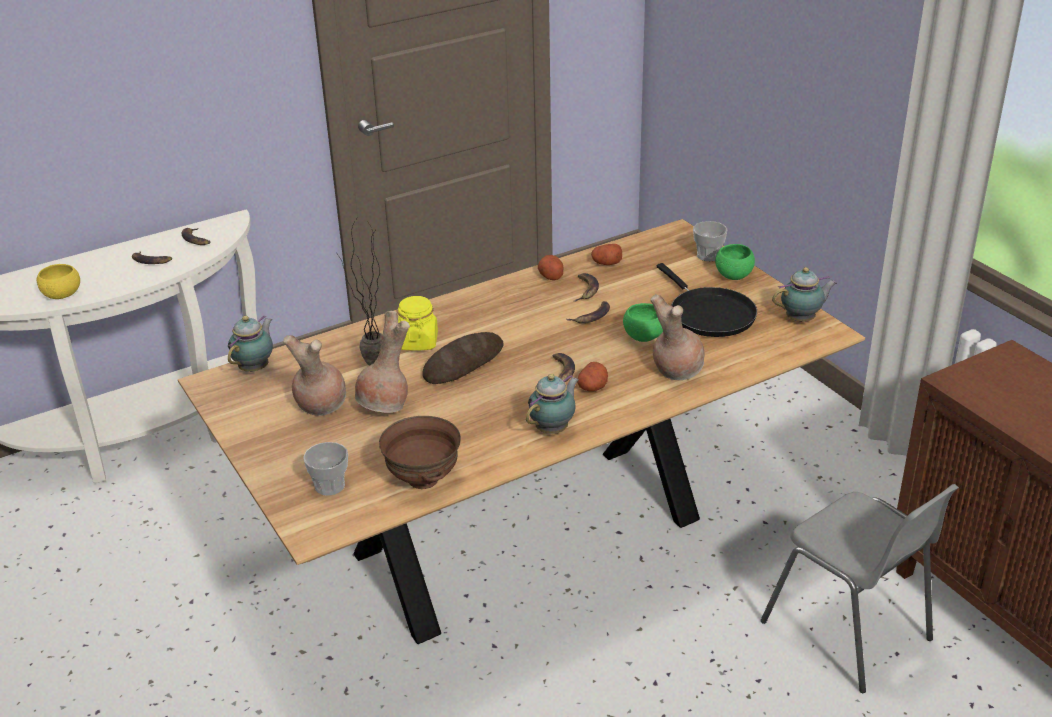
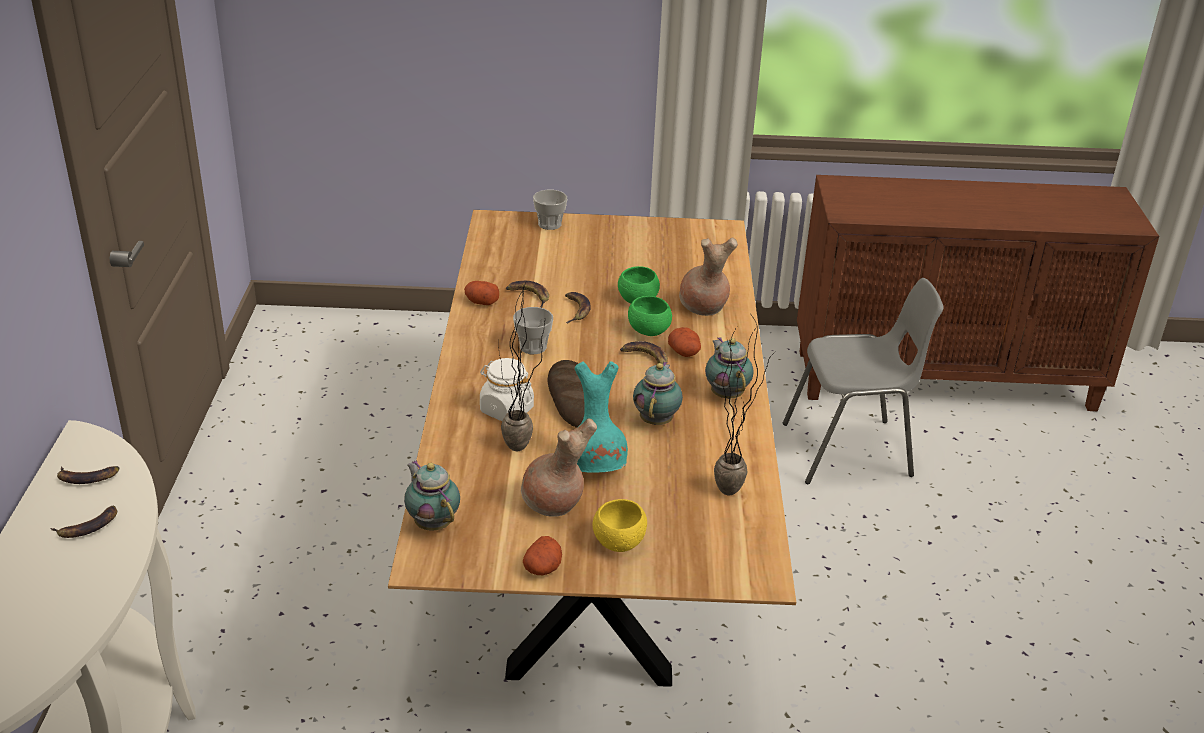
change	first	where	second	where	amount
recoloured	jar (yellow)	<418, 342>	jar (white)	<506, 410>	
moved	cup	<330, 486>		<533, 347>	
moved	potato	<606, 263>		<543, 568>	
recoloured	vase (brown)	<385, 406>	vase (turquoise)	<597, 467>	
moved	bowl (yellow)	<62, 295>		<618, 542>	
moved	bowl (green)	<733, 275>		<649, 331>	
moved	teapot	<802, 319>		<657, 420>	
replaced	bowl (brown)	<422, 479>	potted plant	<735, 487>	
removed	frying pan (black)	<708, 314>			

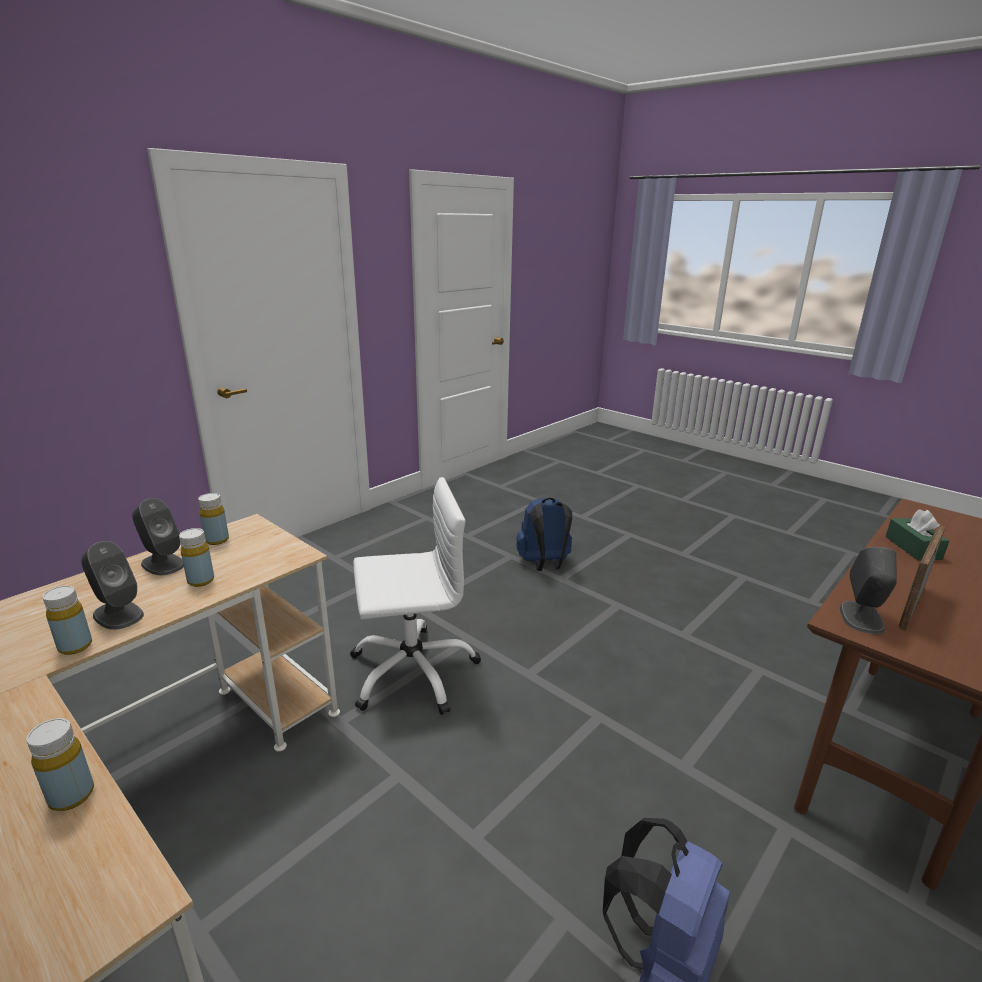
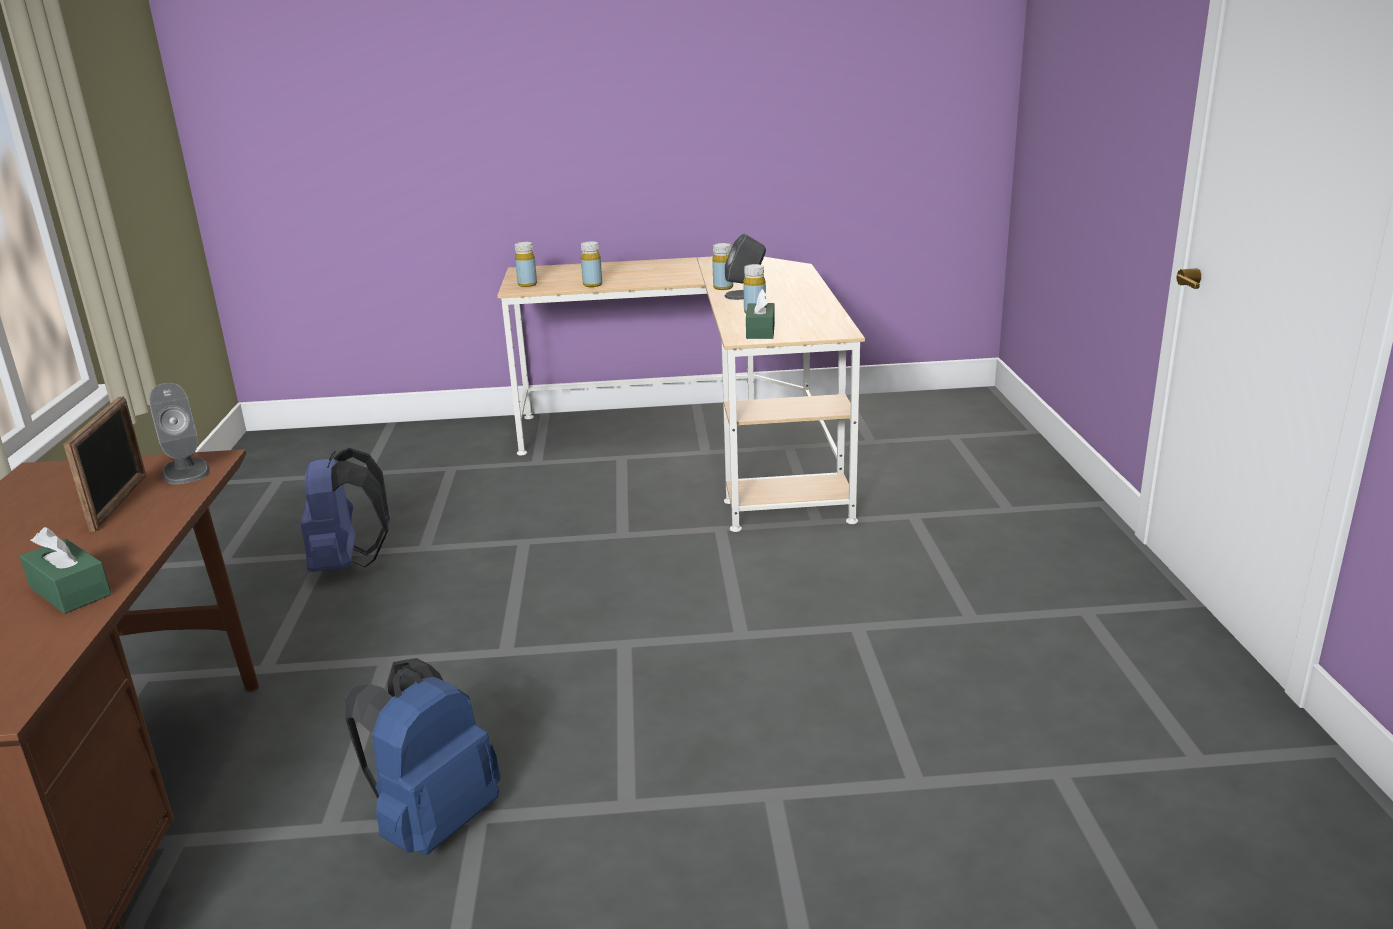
change	first	where	second	where	amount
moved	backpack (blue)	<544, 564>		<433, 822>	
moved	bottle (yellow)	<217, 540>		<527, 284>	
added			tissue box (green)	<760, 331>	
removed	speaker (grey)	<163, 564>			
removed	office chair (white)	<413, 671>			

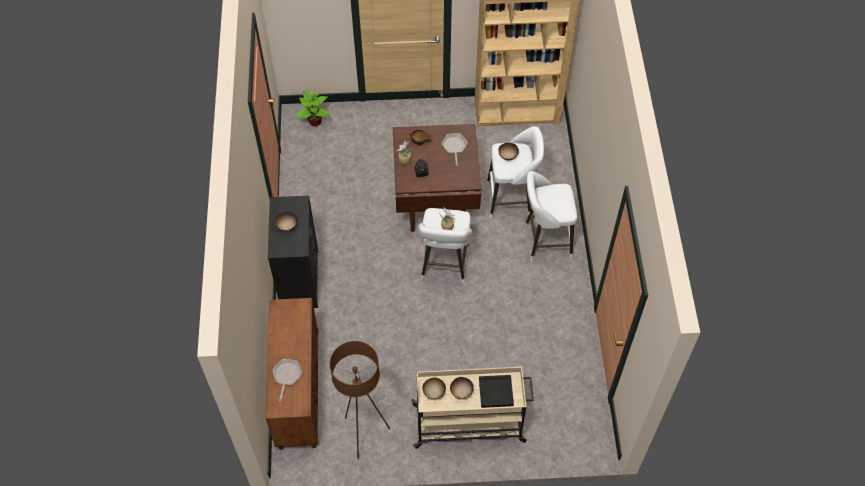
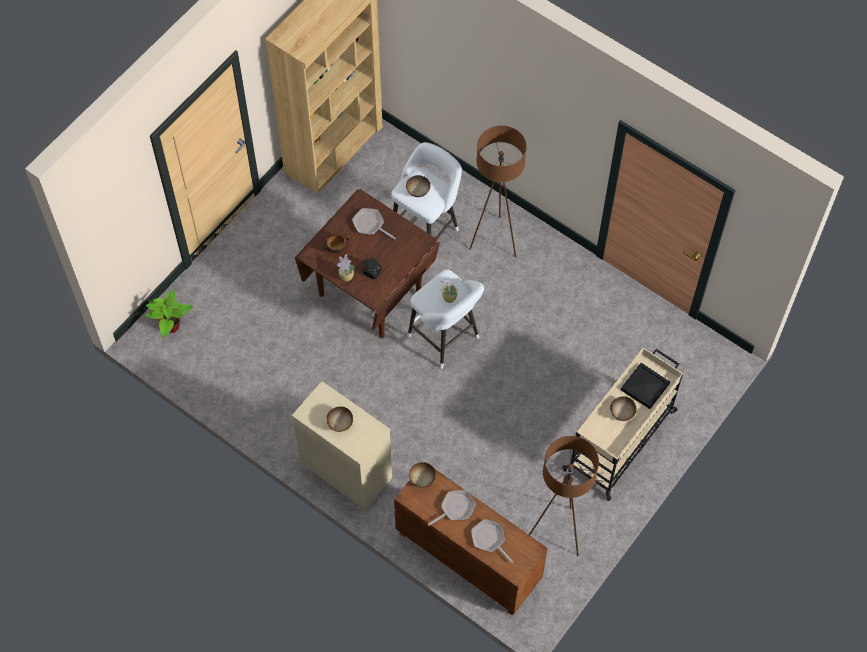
change	first	where	second	where	amount
recoloured	dresser (black)	<300, 280>	dresser (beige)	<347, 471>	
moved	bowl	<434, 392>		<422, 478>	
added			frying pan	<455, 508>	
replaced	stool (white)	<544, 241>	floor lamp (brown)	<495, 240>	

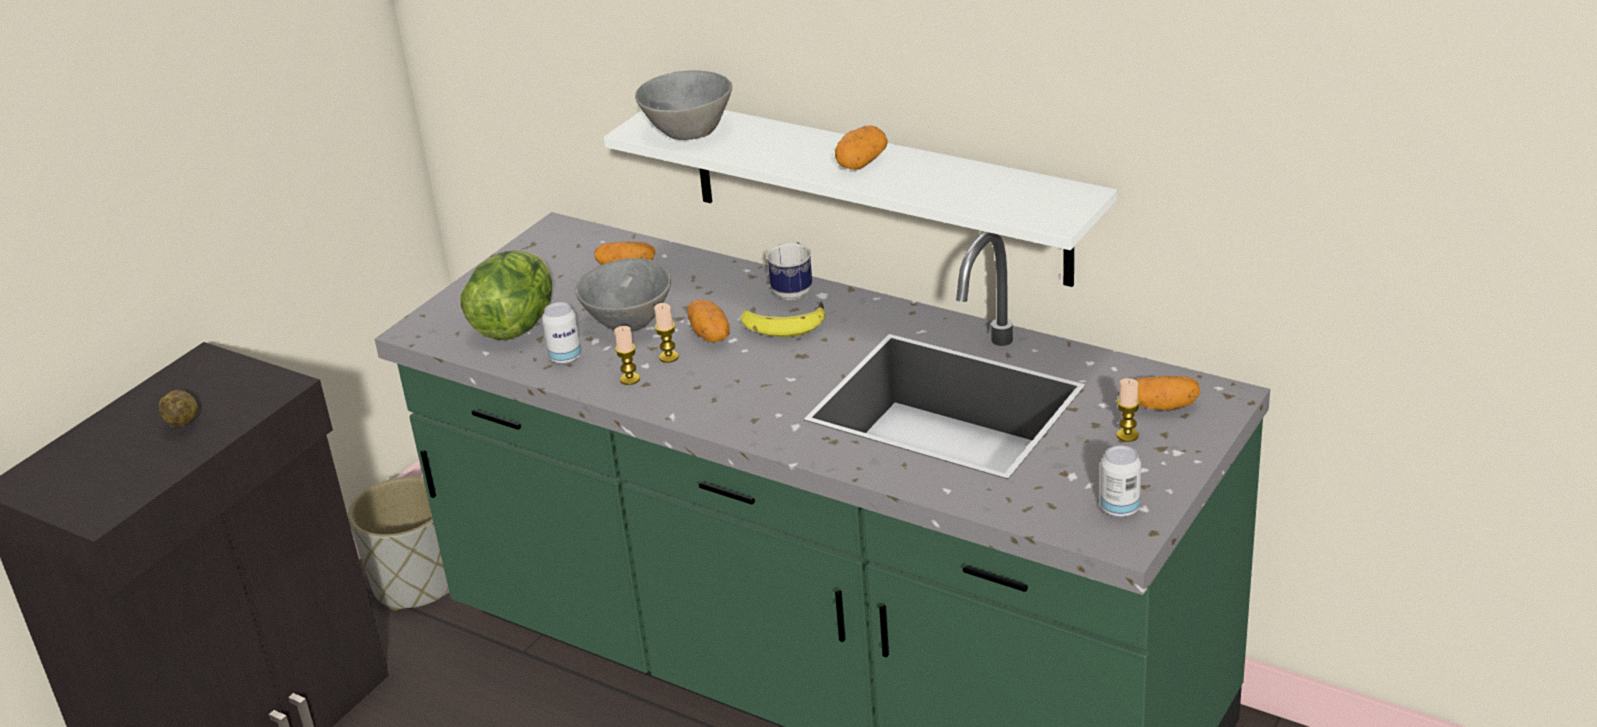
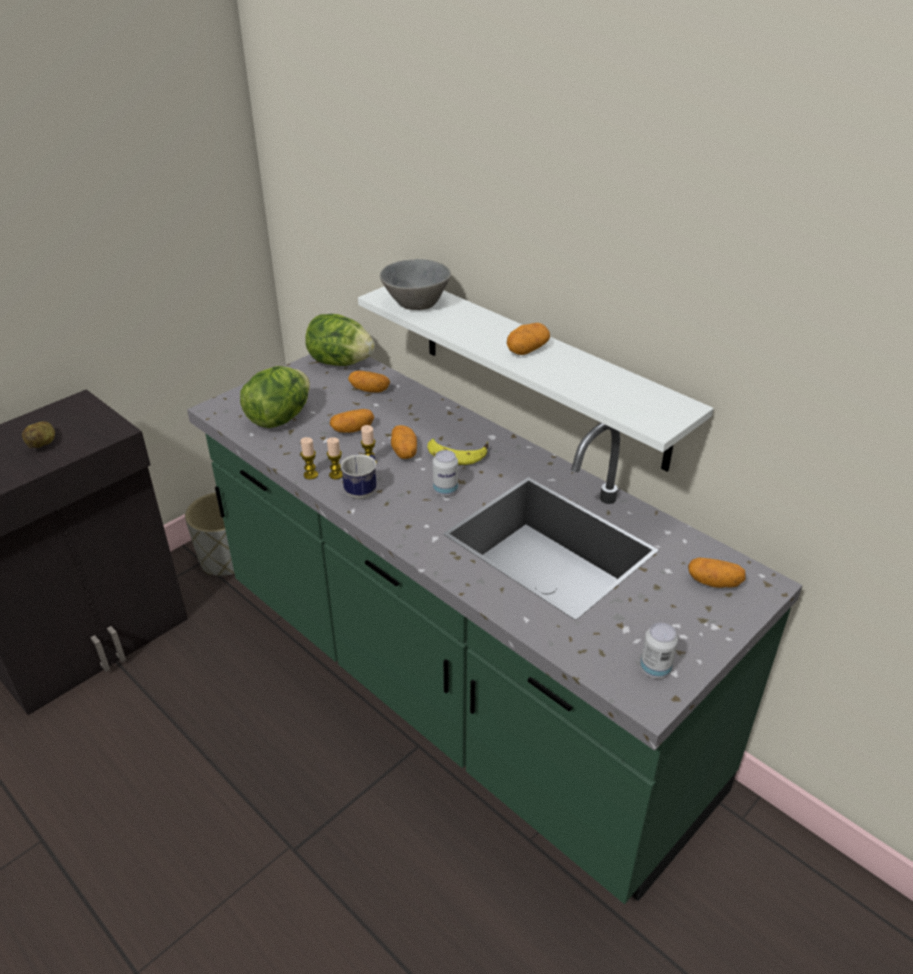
change	first	where	second	where	amount
moved	candle	<1127, 435>		<311, 475>	
added			lettuce	<340, 362>	
replaced	bowl (grey)	<626, 321>	potato	<352, 430>	
moved	mug	<794, 290>		<363, 490>	
moved	can	<565, 358>		<445, 490>	

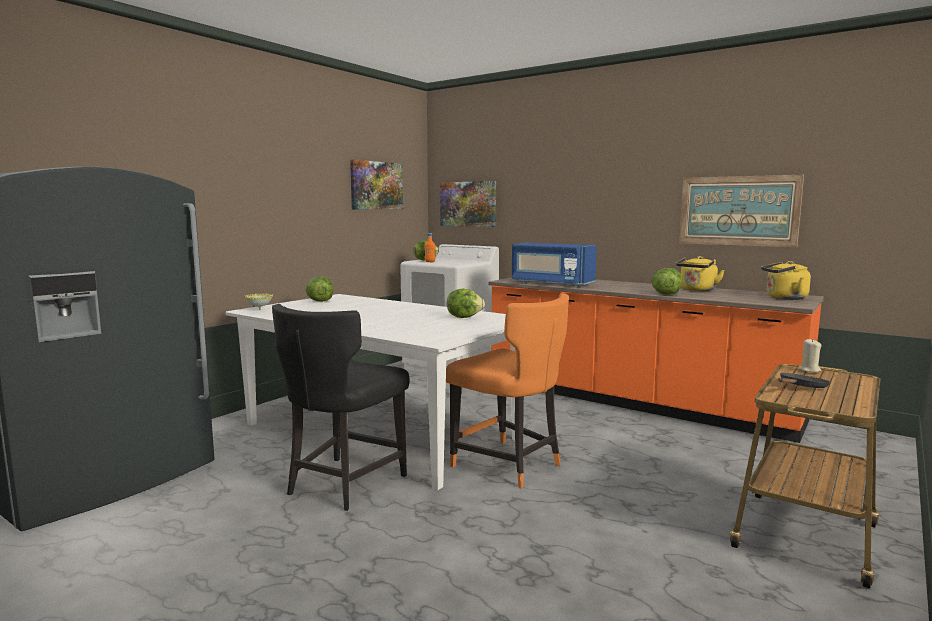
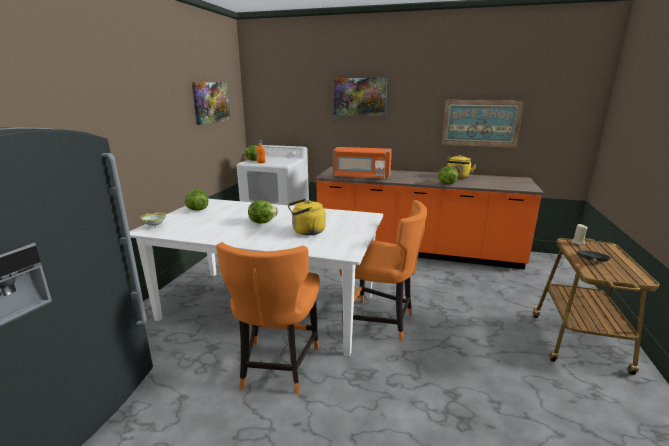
change	first	where	second	where	amount
recoloured	chair (black)	<343, 484>	chair (orange)	<277, 367>	
moved	lettuce	<464, 317>		<262, 222>	
moved	kettle (yellow)	<784, 298>		<306, 232>	
moved	picture	<468, 204>		<359, 96>	
recoloured	microwave (blue)	<551, 283>	microwave (orange)	<361, 177>	

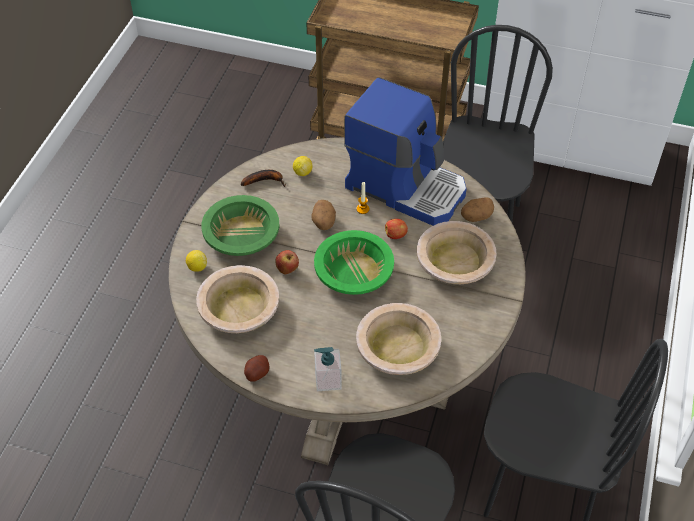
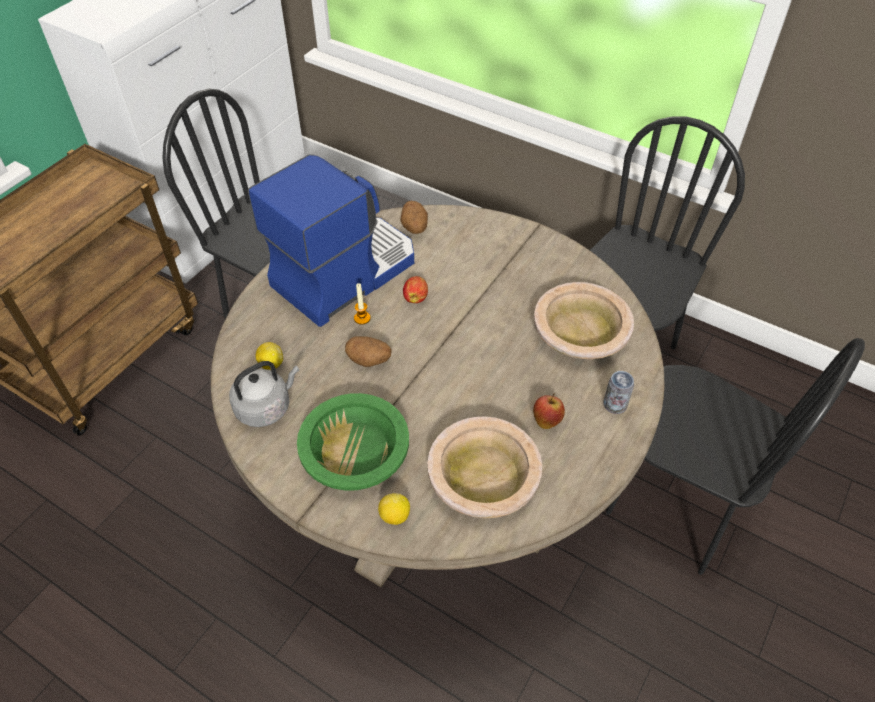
change	first	where	second	where	amount
replaced	banana	<265, 180>	kettle (grey)	<266, 407>	
moved	apple	<287, 270>		<546, 420>	
replaced	soap dispenser	<328, 380>	can	<615, 405>	
removed	potato	<257, 373>			
removed	bowl (green)	<354, 272>			
removed	bowl (beige)	<454, 262>			

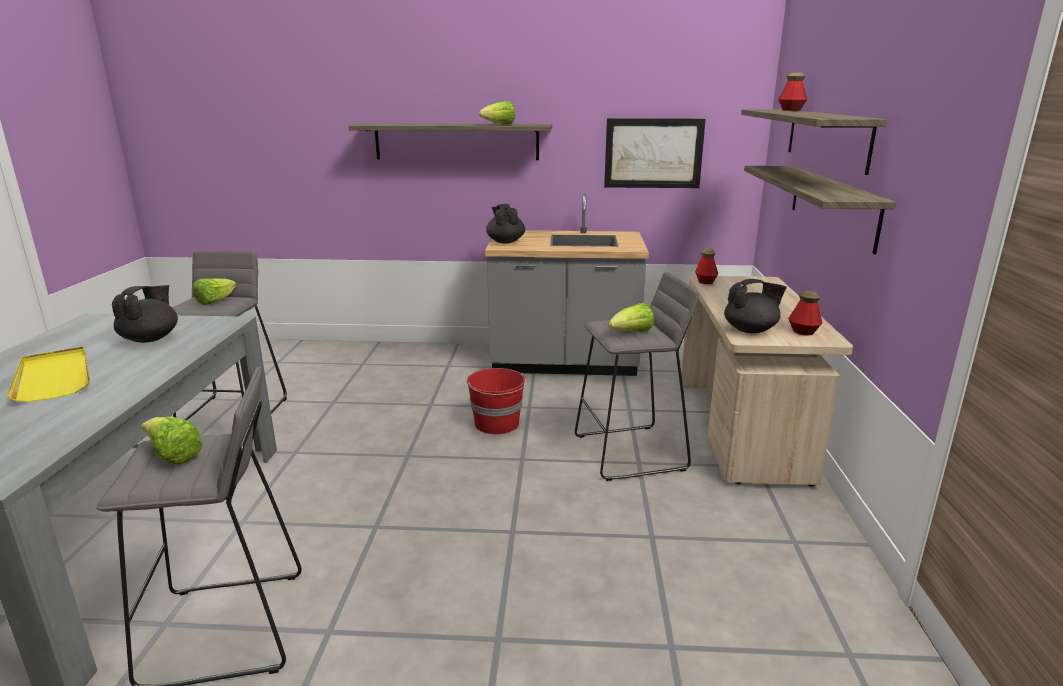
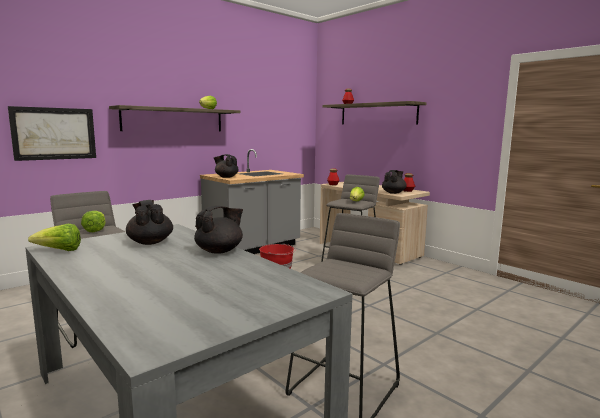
change	first	where	second	where	amount
moved	picture	<653, 153>		<54, 133>	
moved	lettuce	<173, 456>		<60, 251>	
added			teapot (black)	<220, 251>	
removed	tray (yellow)	<54, 377>			
removed	shelf	<832, 204>			

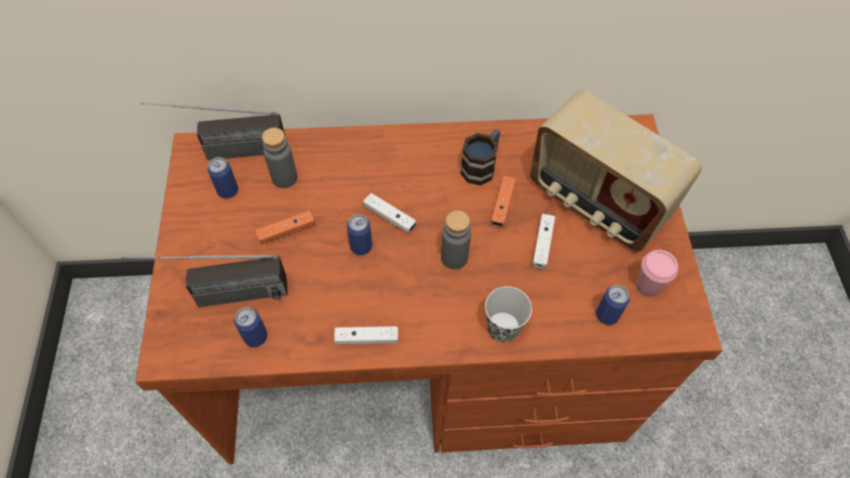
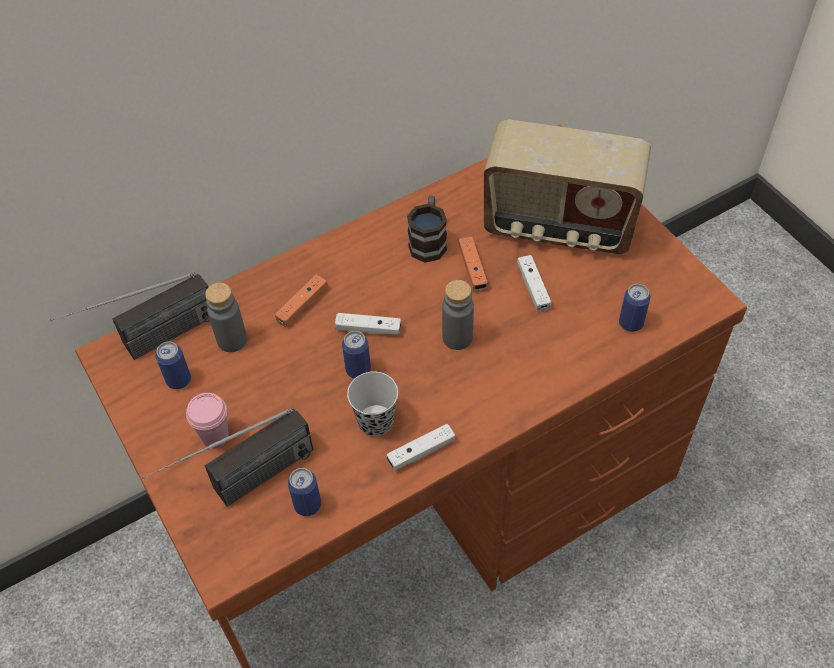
change	first	where	second	where	amount
moved	cup (pink)	<647, 286>		<215, 436>	
moved	game controller (orange)	<286, 231>		<302, 305>	
moved	cup (black)	<503, 328>		<376, 422>	

